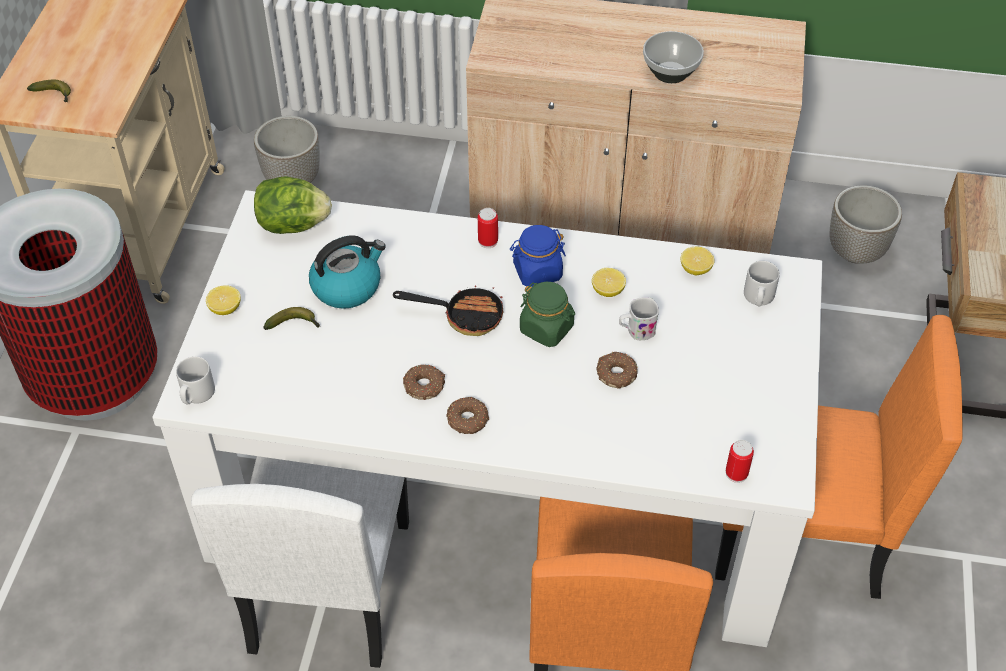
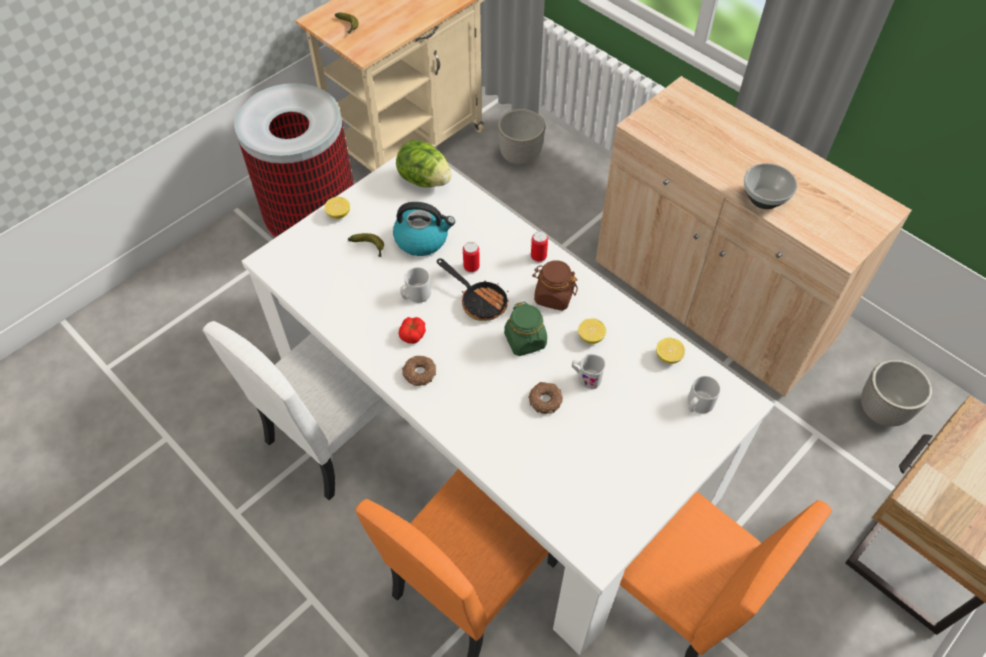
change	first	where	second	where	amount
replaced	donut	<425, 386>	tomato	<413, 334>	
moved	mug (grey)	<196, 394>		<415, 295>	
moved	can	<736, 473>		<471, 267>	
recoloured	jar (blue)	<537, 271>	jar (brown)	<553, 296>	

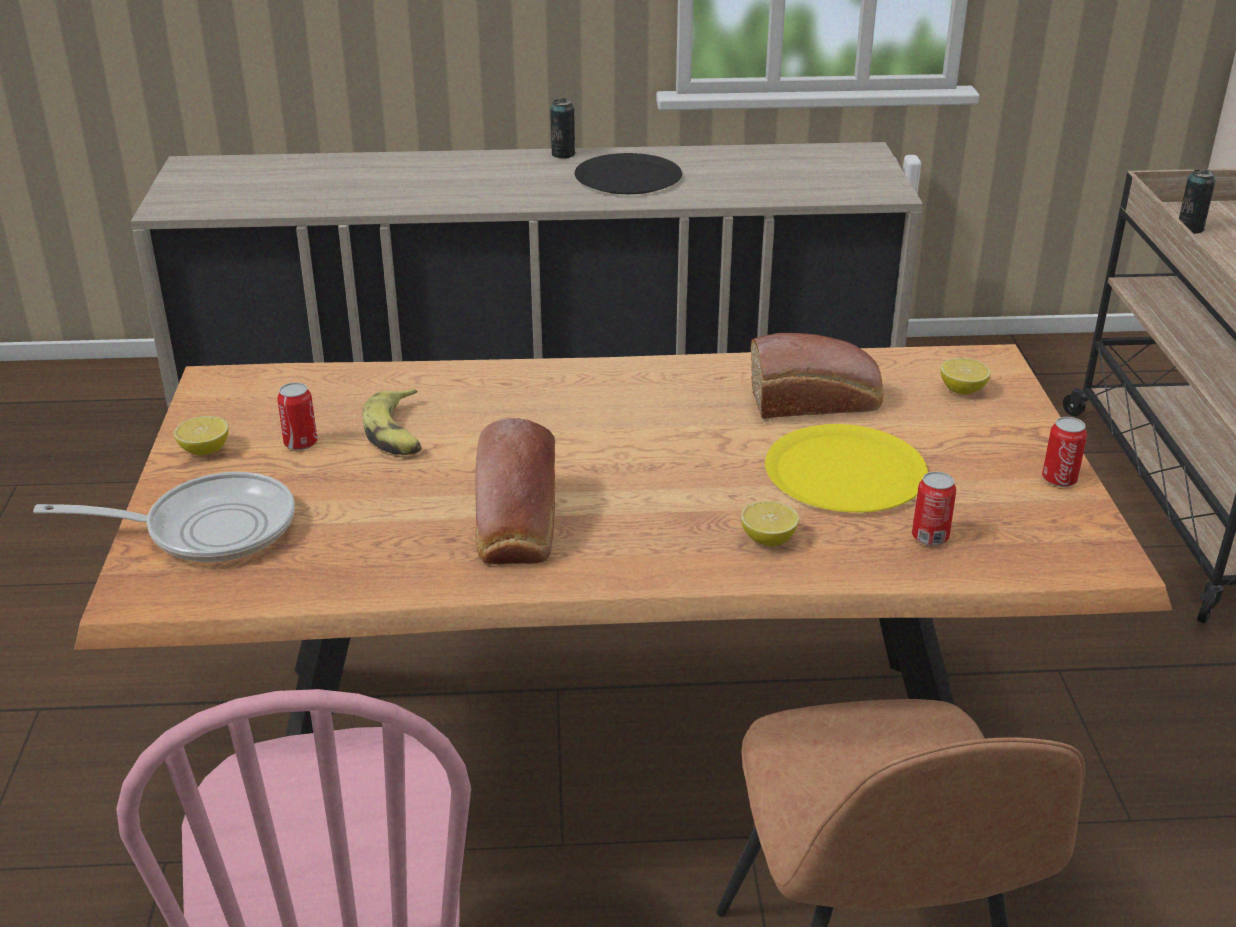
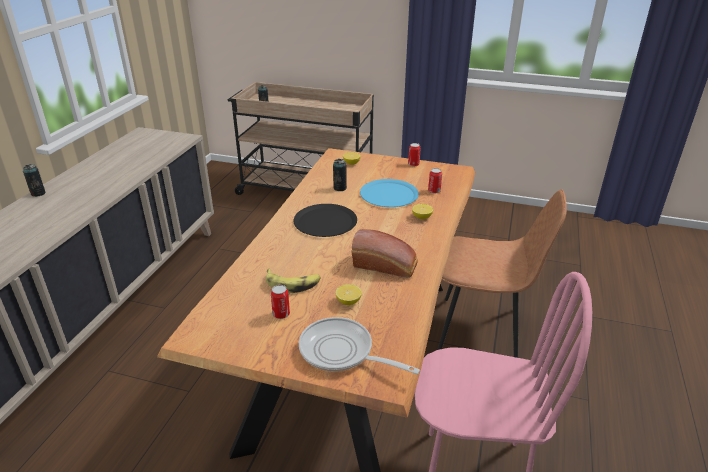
change	first	where	second	where	amount
moved	plate (black)	<628, 177>		<325, 222>	
turned	frying pan	<208, 528>		<341, 352>	75 degrees counterclockwise
replaced	bread	<816, 401>	can	<340, 188>	
moved	lemon	<205, 450>		<348, 302>	
recoloured	plate (yellow)	<845, 472>	plate (blue)	<389, 194>	

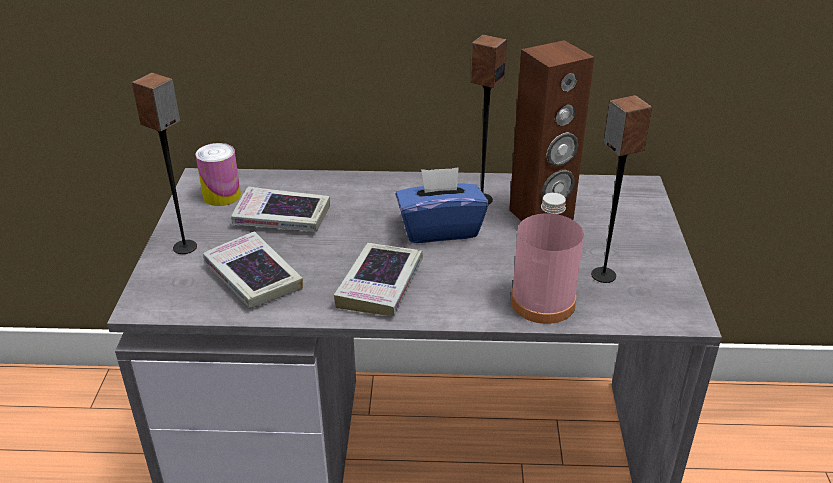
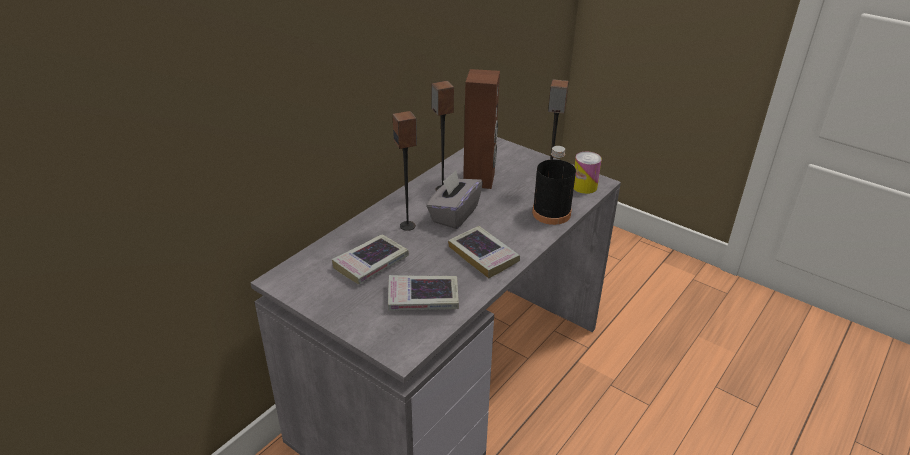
change	first	where	second	where	amount
moved	speaker	<185, 247>		<408, 226>	
recoloured	tissue box (blue)	<440, 229>	tissue box (grey)	<454, 214>	
recoloured	bottle (pink)	<542, 302>	bottle (black)	<551, 213>	
moved	can	<222, 195>		<584, 186>	

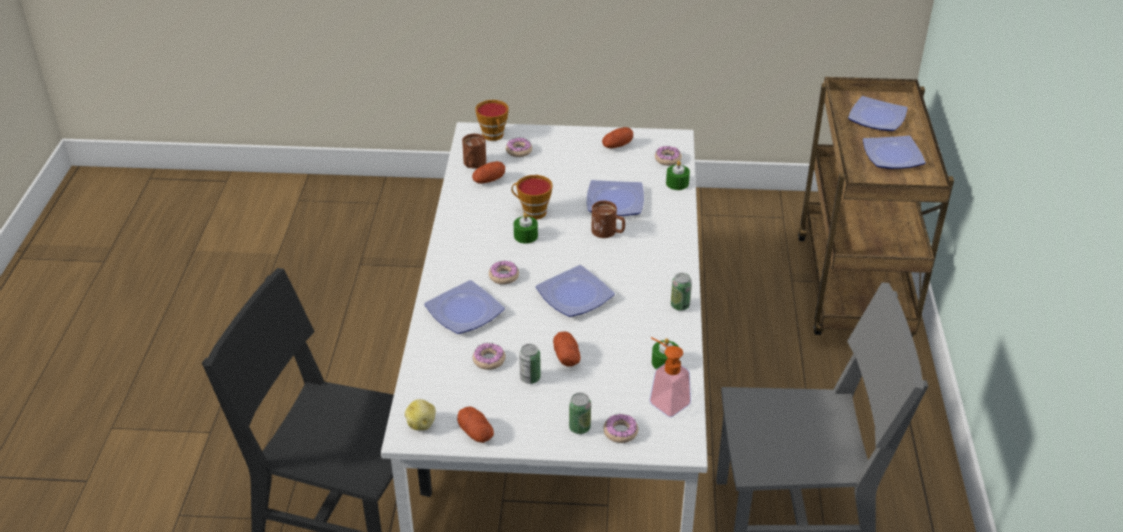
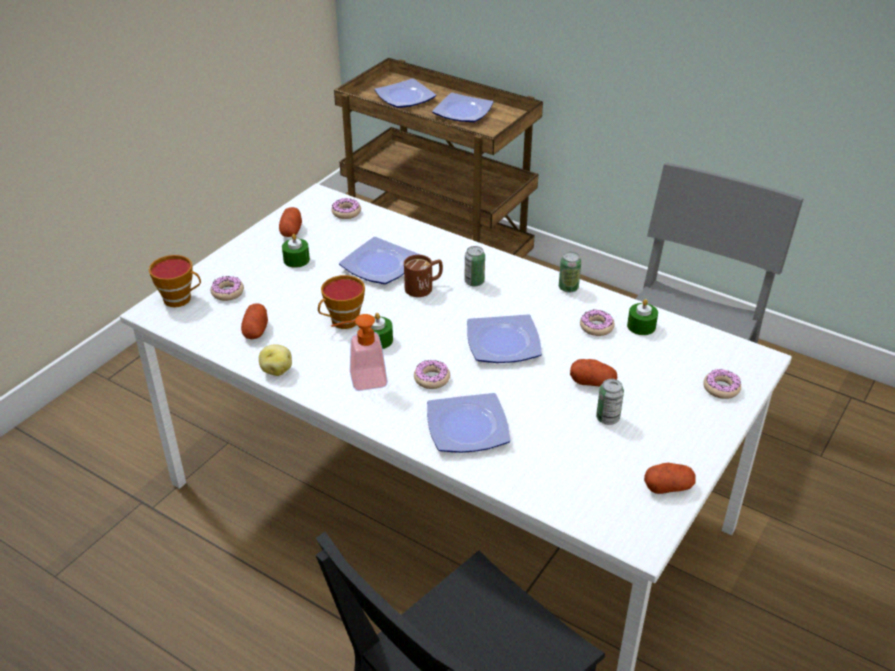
change	first	where	second	where	amount
moved	potato	<421, 424>		<277, 370>	
moved	candle (green)	<677, 183>		<296, 260>	
moved	soap dispenser	<664, 400>		<361, 381>	
moved	can	<579, 428>		<474, 282>	
moved	donut	<489, 360>		<596, 327>	
removed	mug (brown)	<473, 165>			

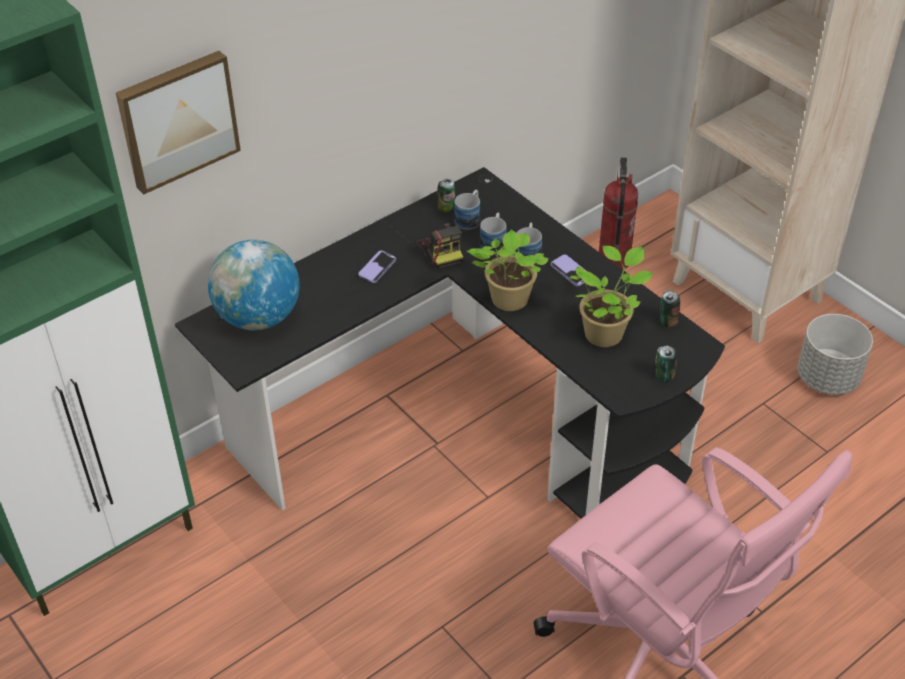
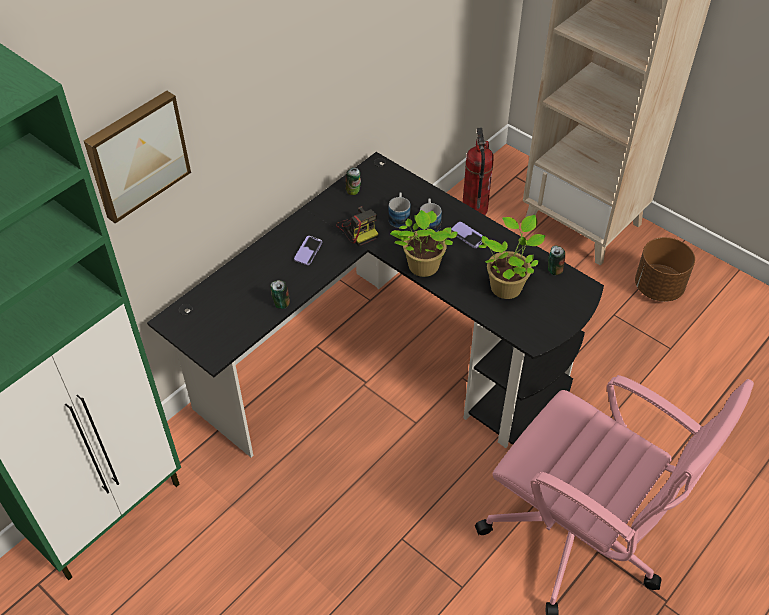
change	first	where	second	where	amount
moved	can	<663, 376>		<281, 304>	
recoloured	planter (grey)	<827, 378>	planter (brown)	<658, 288>	
removed	globe	<258, 317>			
removed	mug	<469, 218>			

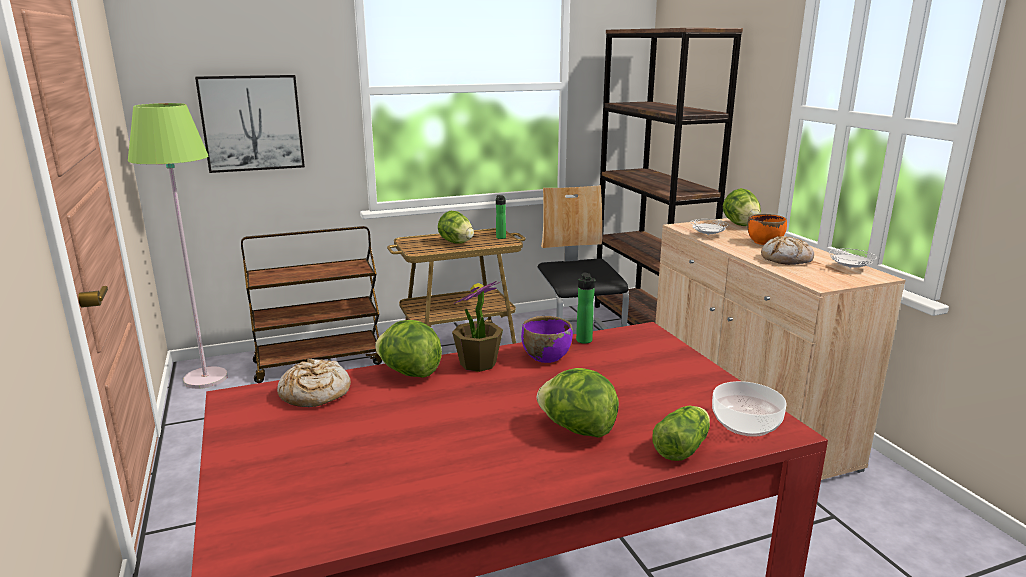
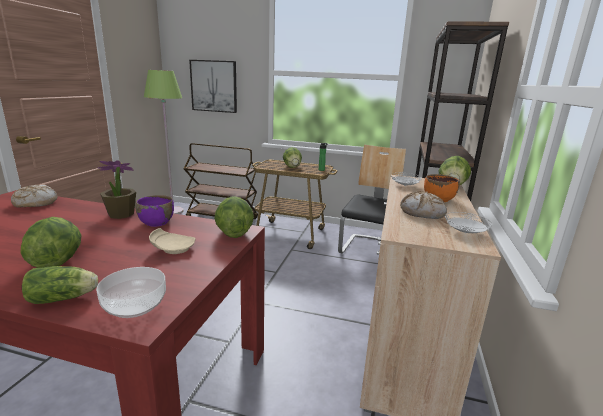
change	first	where	second	where	amount
added			plate (beige)	<172, 249>	
moved	lettuce	<409, 373>		<233, 233>	
removed	bottle	<585, 341>			

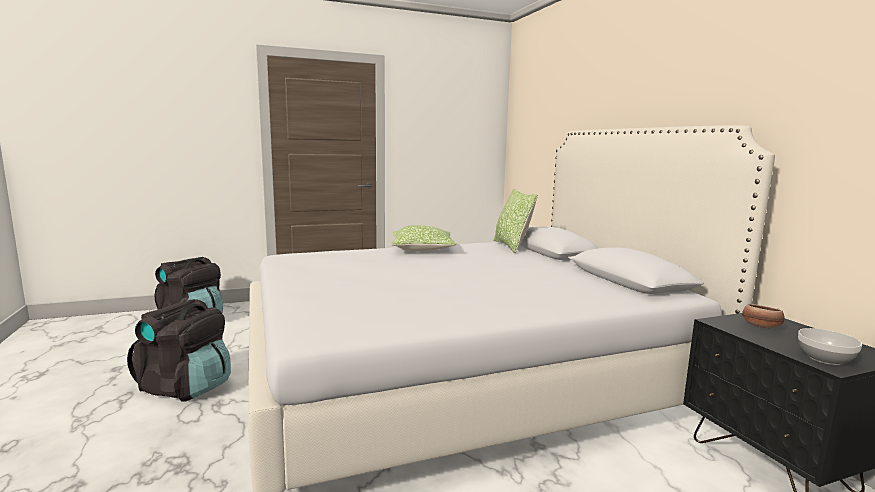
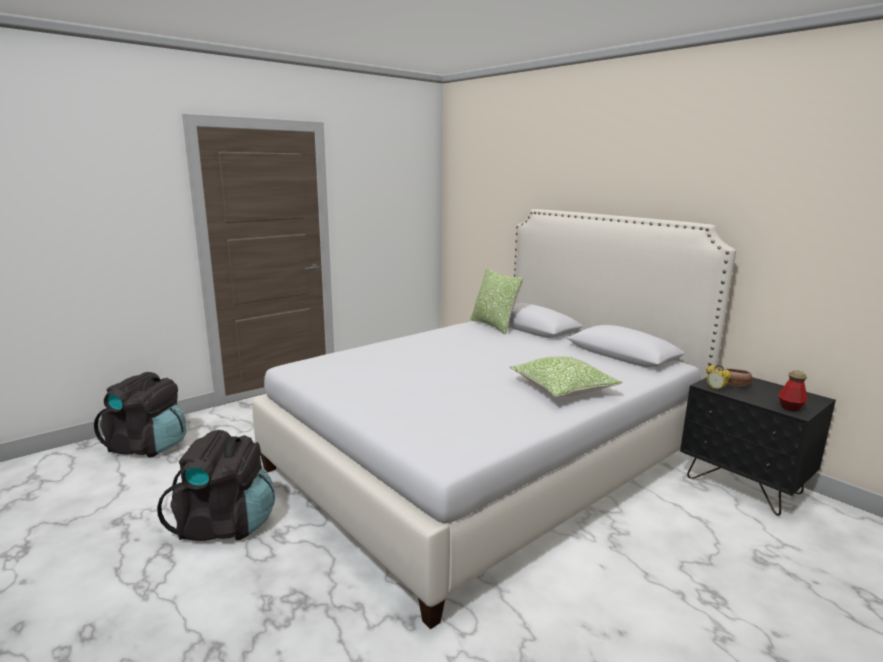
change	first	where	second	where	amount
moved	pillow	<422, 249>		<563, 388>	
added			alarm clock	<715, 389>	
replaced	bowl	<825, 359>	bottle	<790, 407>	

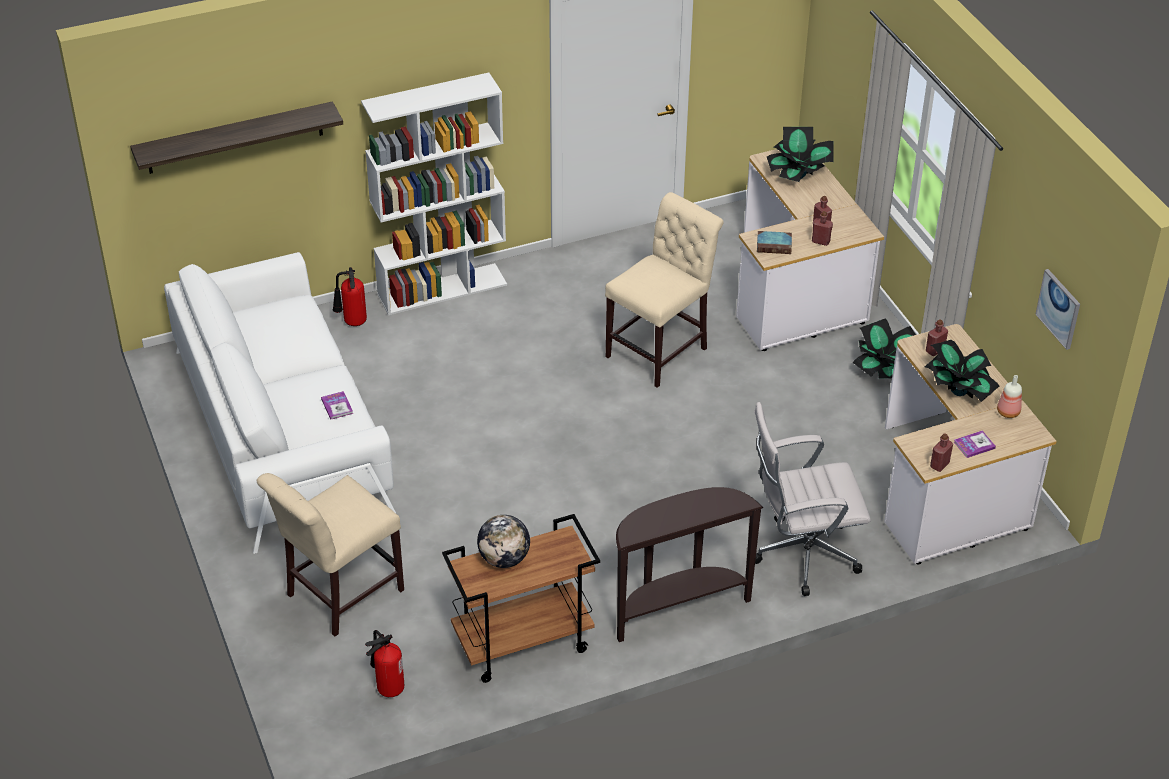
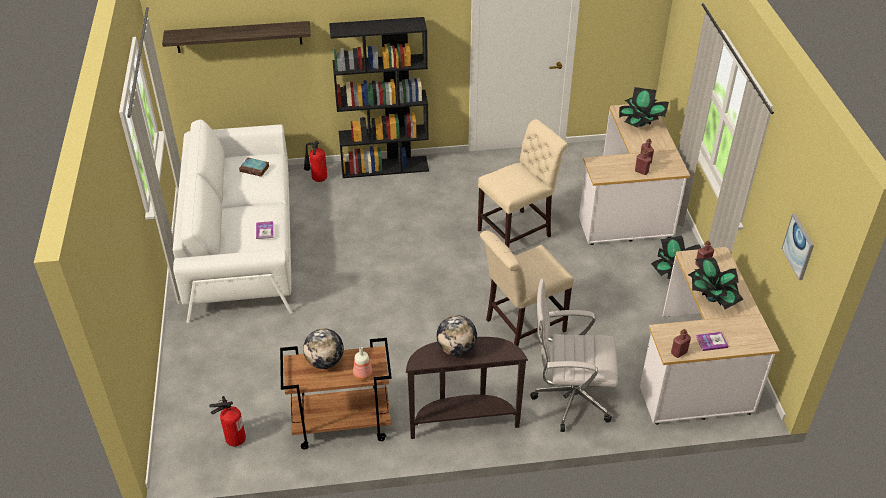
change	first	where	second	where	amount
moved	book	<774, 245>		<255, 169>	
recoloured	bookcase (white)	<442, 289>	bookcase (black)	<385, 167>	
moved	bottle	<1008, 412>		<362, 375>	
added			globe	<456, 349>	
moved	chair (beige)	<339, 595>		<521, 326>	

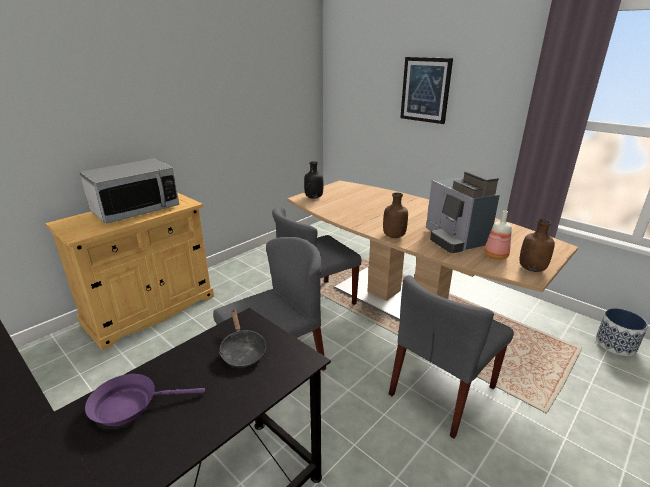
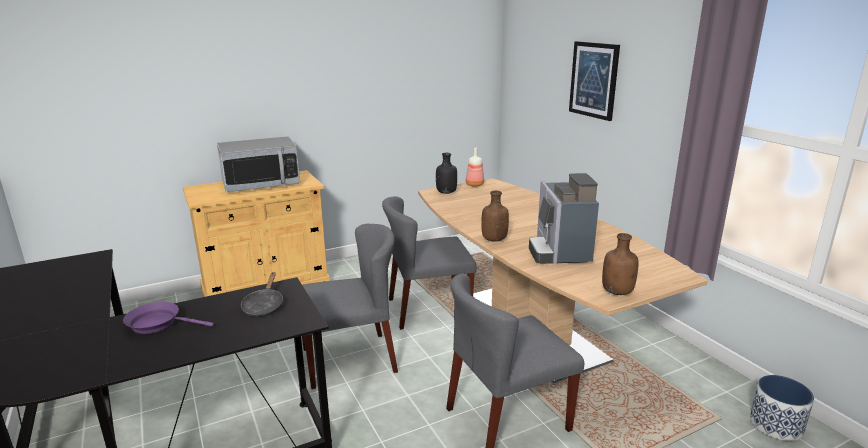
change	first	where	second	where	amount
moved	bottle	<495, 256>		<474, 185>	

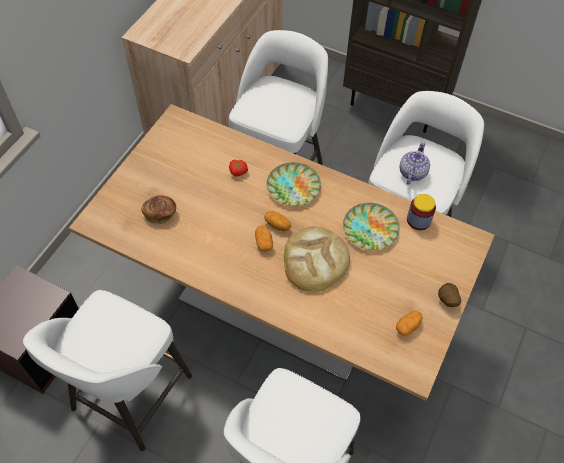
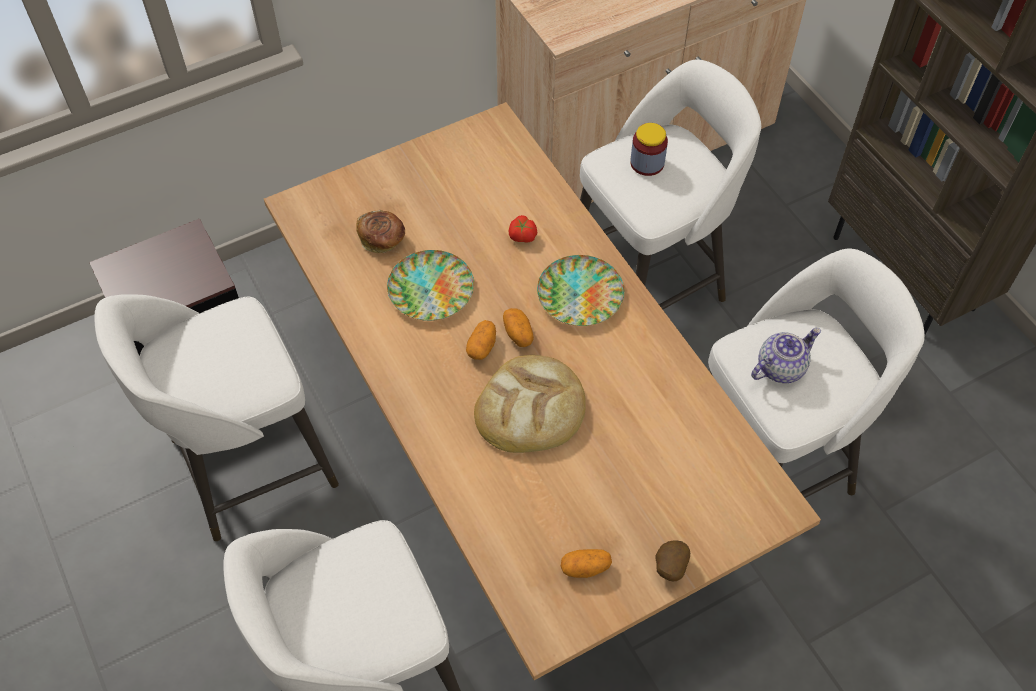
change	first	where	second	where	amount
moved	plate	<370, 229>		<430, 290>	
moved	jar	<418, 220>		<647, 163>	

